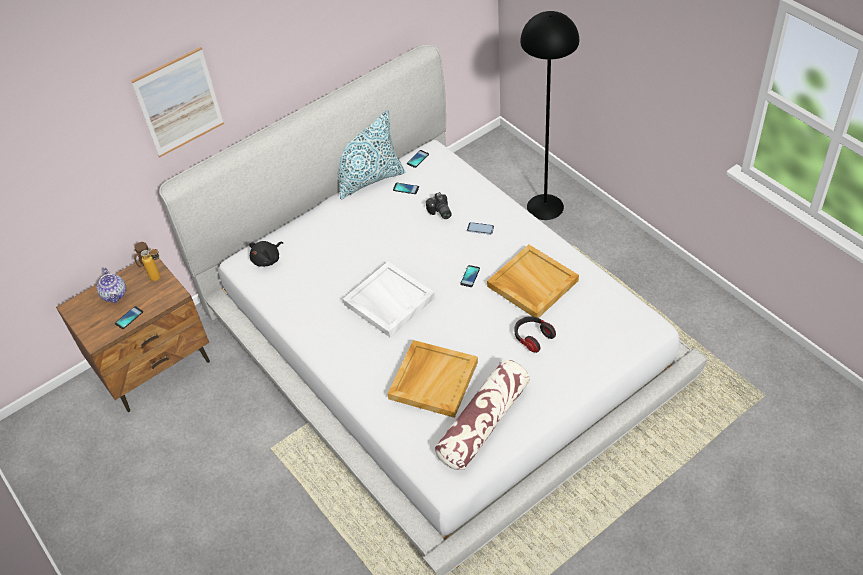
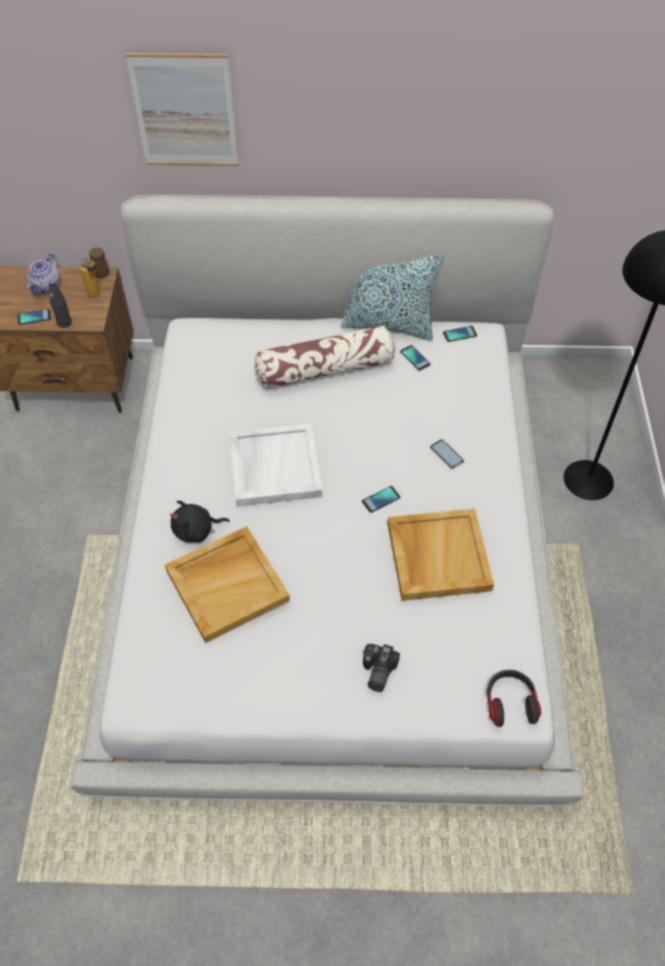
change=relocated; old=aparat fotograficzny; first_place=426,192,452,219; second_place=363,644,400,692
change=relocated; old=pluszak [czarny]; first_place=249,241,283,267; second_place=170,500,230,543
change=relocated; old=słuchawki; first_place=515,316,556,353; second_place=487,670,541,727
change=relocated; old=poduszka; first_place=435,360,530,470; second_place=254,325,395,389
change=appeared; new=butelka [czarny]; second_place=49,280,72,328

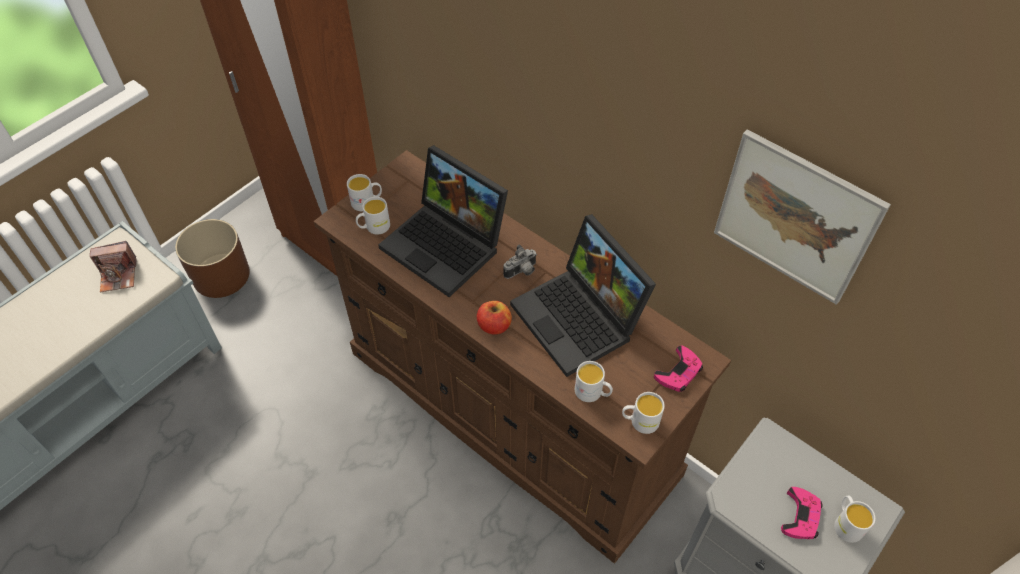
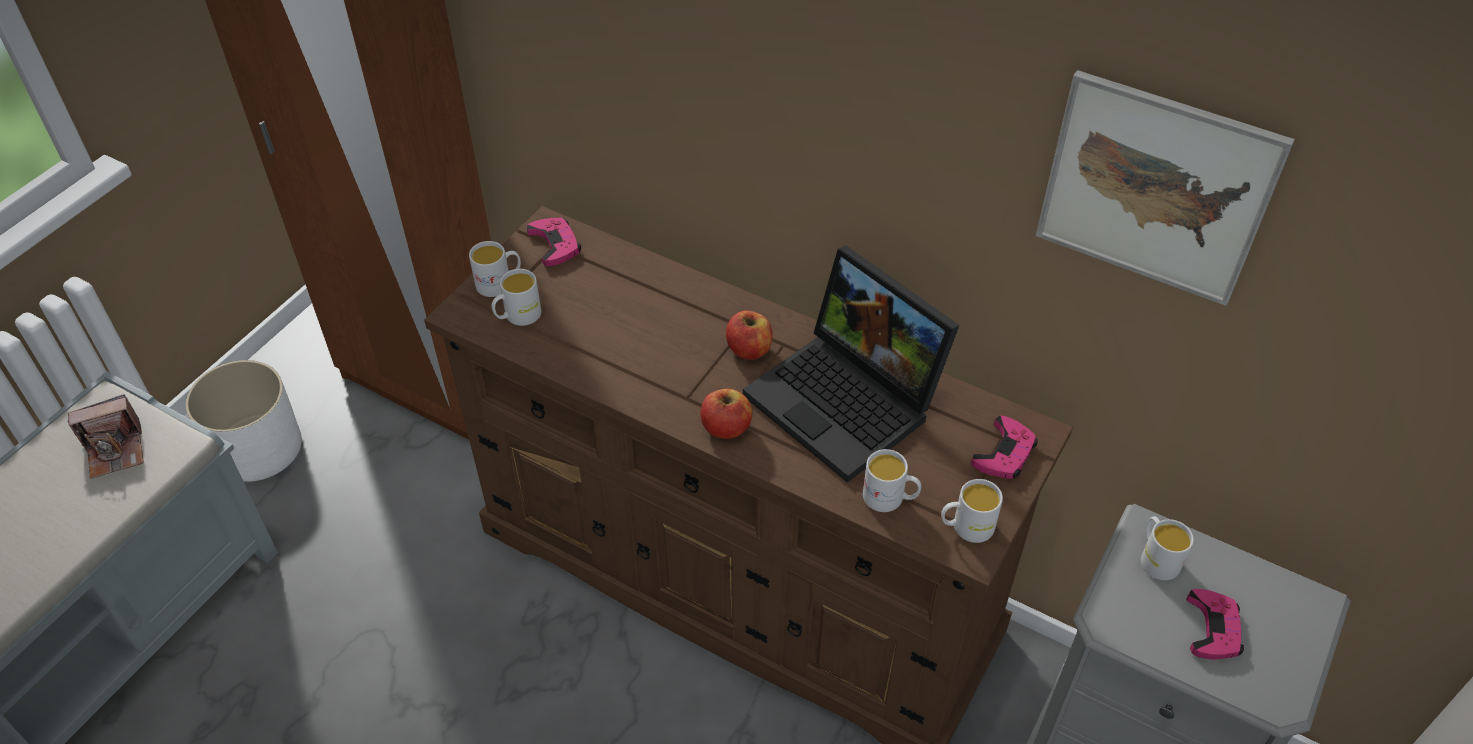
change=missing; old=laptop; first_place=378,145,508,297
change=colour; old=donica [brązowy]; new=donica [biały]; first_place=175,219,250,298; second_place=185,360,302,482
change=exchanged; old=aparat fotograficzny; new=jabłko; first_place=503,245,537,279; second_place=726,311,773,360
change=relocated; old=kubek [biały]; first_place=834,496,876,543; second_place=1141,517,1194,580
change=appeared; new=pad do gier [różowy]; second_place=527,218,581,266

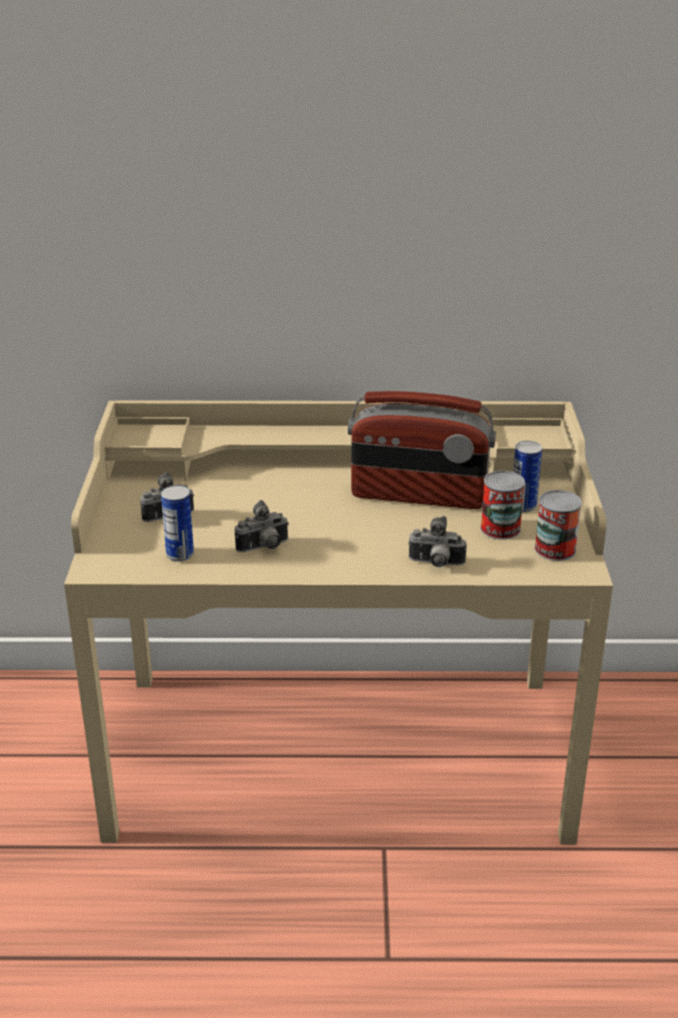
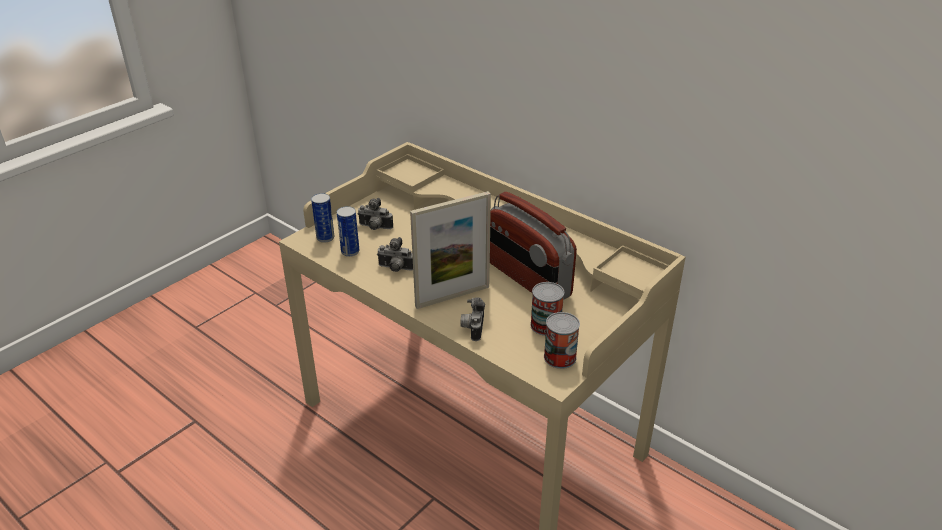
change=relocated; old=puszka; first_place=513,441,542,513; second_place=311,193,334,243
change=spun; old=aparat fotograficzny; first_place=408,516,467,567; second_place=460,297,485,341; degrees=45
change=appeared; new=ramka na zdjęcie; second_place=410,191,491,309

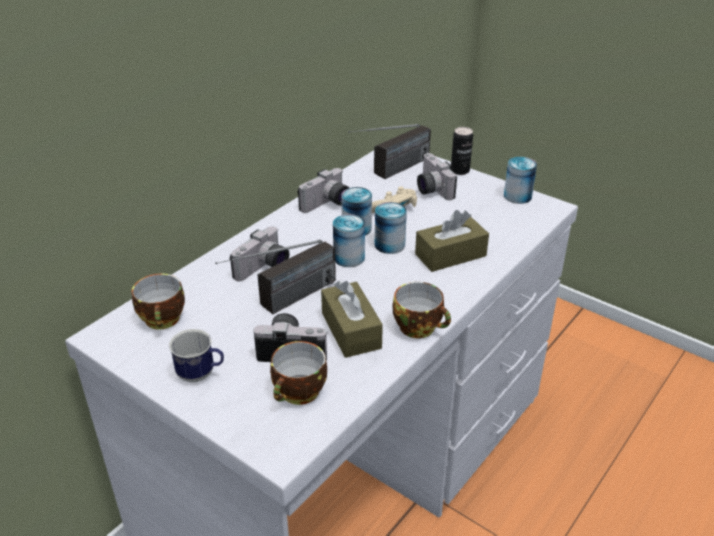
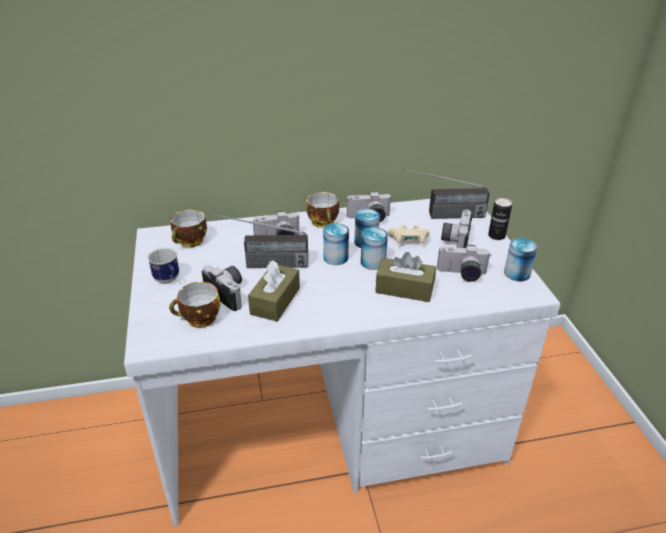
change=relocated; old=filiżanka; first_place=393,282,451,338; second_place=306,192,339,228
change=appeared; new=aparat fotograficzny; second_place=437,245,490,282

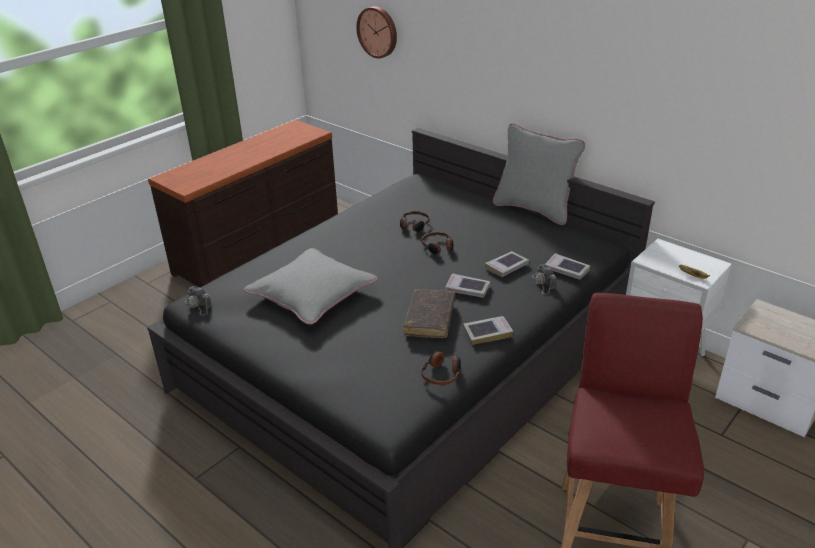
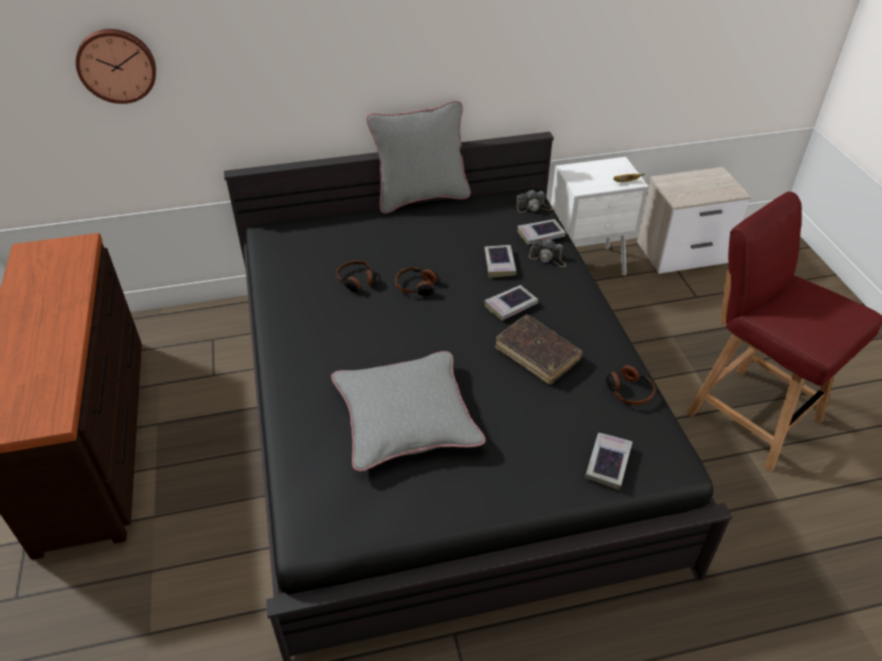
change=relocated; old=aparat fotograficzny; first_place=185,286,212,315; second_place=516,190,553,213
change=relocated; old=książka; first_place=463,316,513,345; second_place=585,433,633,490

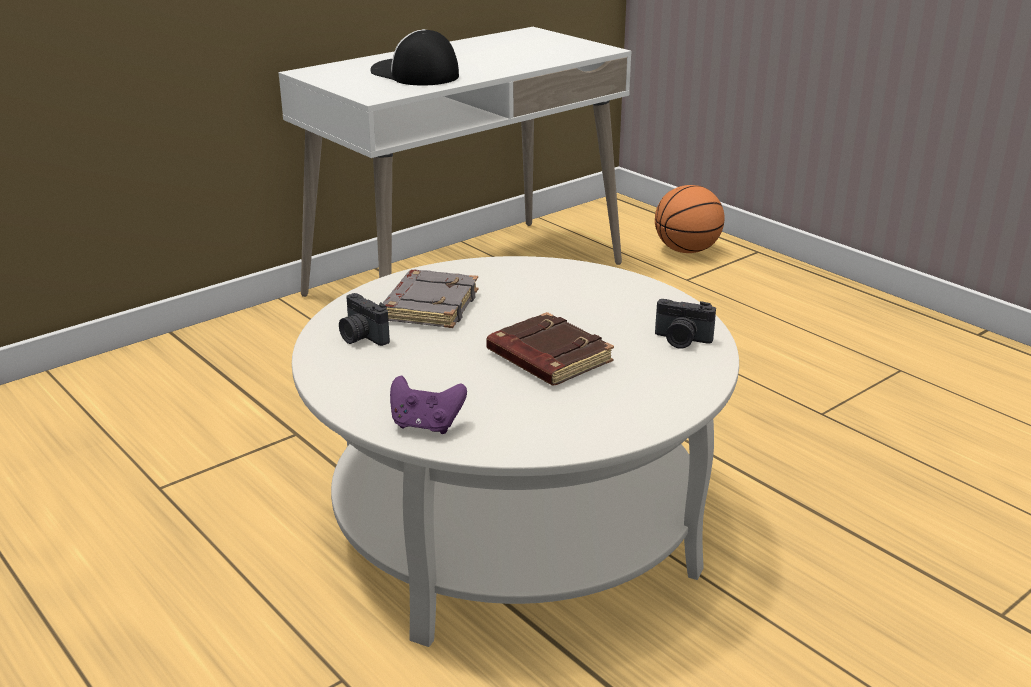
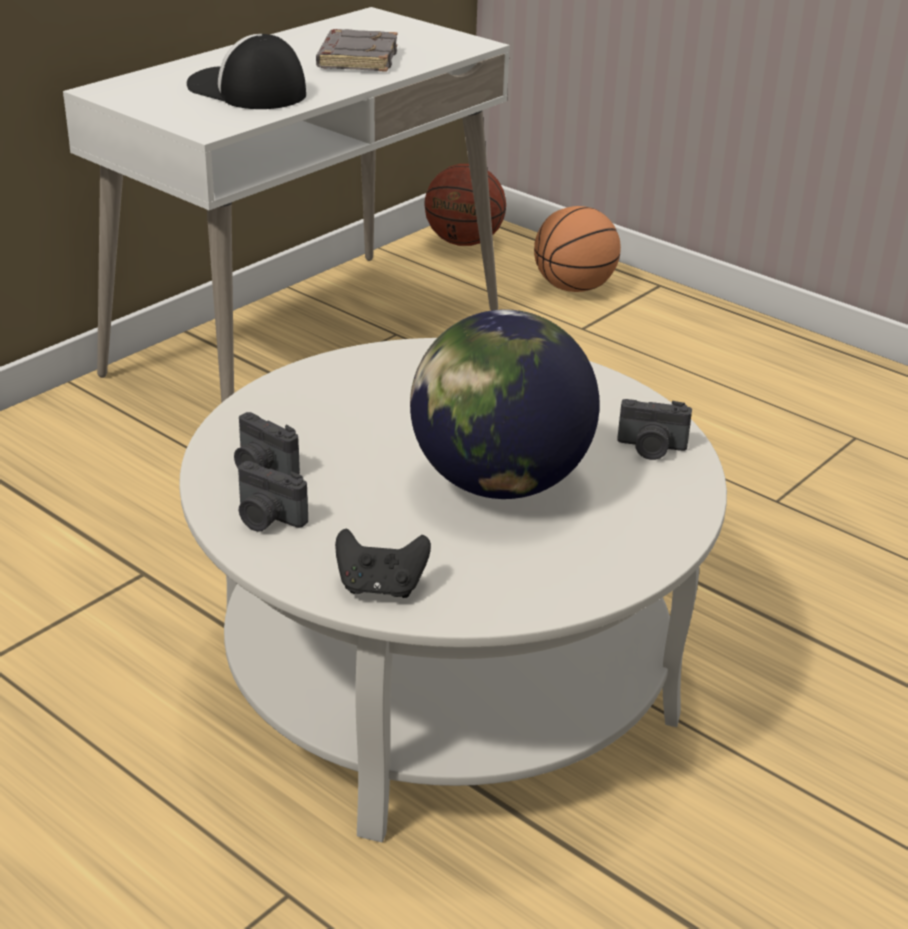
change=relocated; old=książka [szary]; first_place=383,270,478,328; second_place=316,29,397,72
change=exchanged; old=książka [brązowy]; new=globus; first_place=486,312,614,386; second_place=410,310,600,499
change=colour; old=pad do gier [fioletowy]; new=pad do gier [czarny]; first_place=390,376,467,434; second_place=335,529,431,598
change=appeared; new=piłka do koszykówki; second_place=425,164,506,246
change=appeared; new=aparat fotograficzny; second_place=238,461,308,532

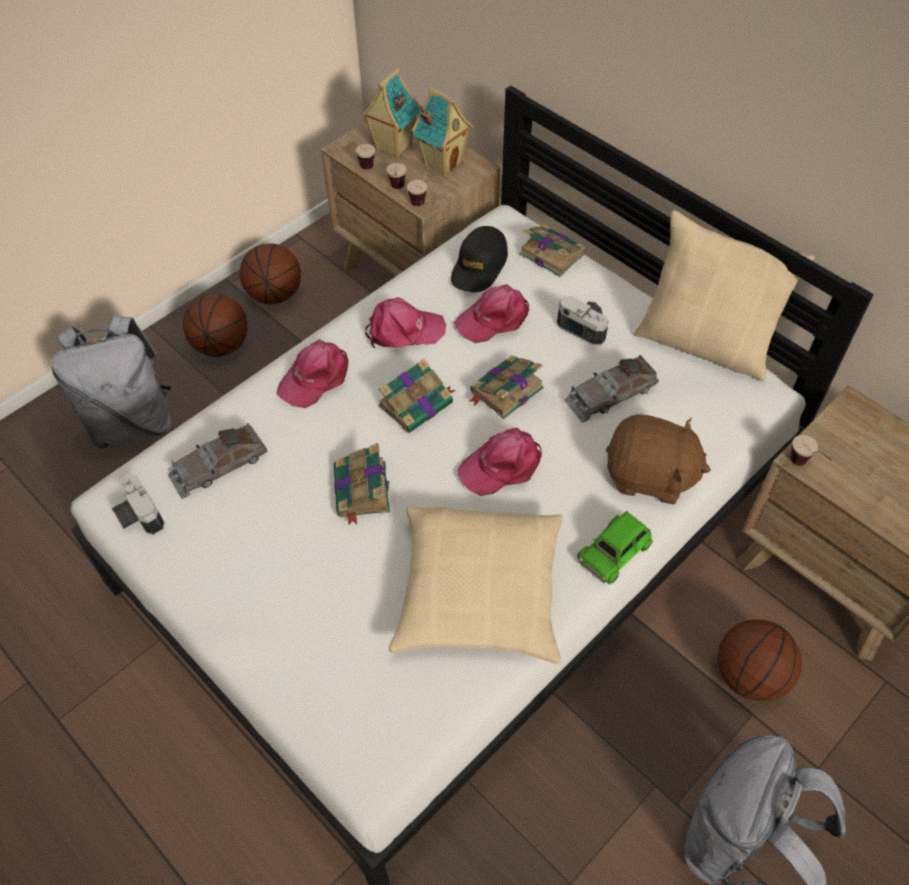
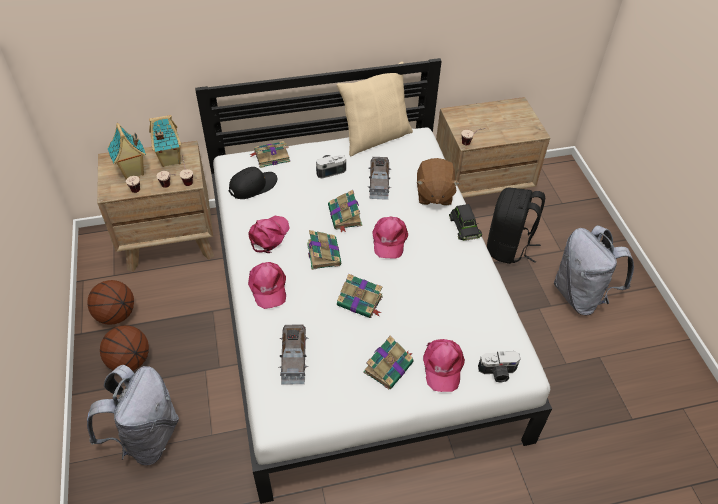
change=spun; old=czapka z daszkiem [czarny]; first_place=451,226,508,292; second_place=229,167,277,199; degrees=-90
change=relocated; old=czapka z daszkiem [różowy]; first_place=454,284,529,343; second_place=423,339,465,392
change=spun; old=pluszak [brązowy]; first_place=606,414,711,504; second_place=417,158,460,205; degrees=135
change=relocated; old=aparat fotograficzny; first_place=112,473,164,535; second_place=478,351,520,383
change=missing; old=poduszka [beżowy]; first_place=389,506,563,664
change=colour; old=samochodzik [zielony]; new=samochodzik [czarny]; first_place=577,511,653,584; second_place=449,204,482,241
change=exchanged; old=piłka do koszykówki; new=plecak [czarny]; first_place=718,620,802,702; second_place=487,188,545,264
change=appeared; new=książka; second_place=363,336,414,389

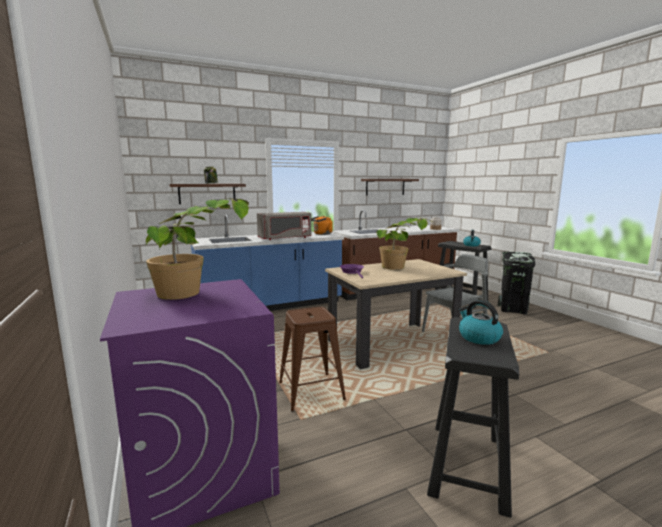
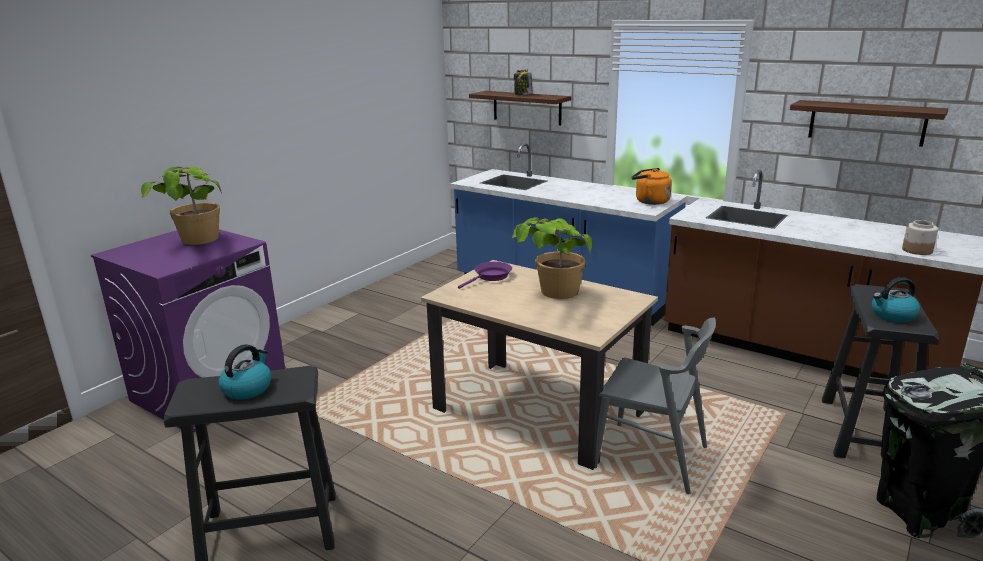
change=missing; old=mikrofalówka [szary]; first_place=257,212,311,240
change=missing; old=stołek [brązowy]; first_place=279,307,346,411

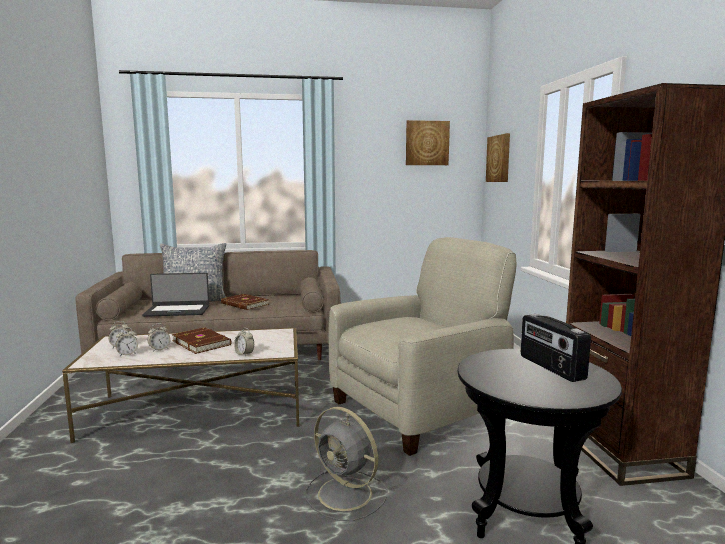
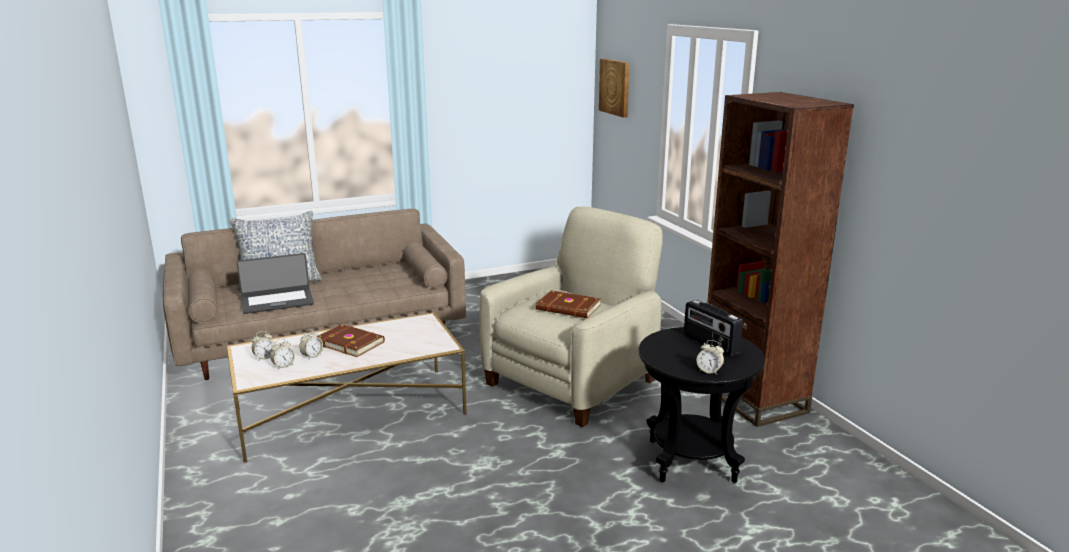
change=missing; old=obraz; first_place=406,120,450,165
change=relocated; old=książka [brązowy]; first_place=221,294,269,310; second_place=536,290,601,318
change=relocated; old=budzik; first_place=234,328,254,357; second_place=697,340,724,375
change=missing; old=wentylator [szary]; first_place=305,407,388,521

